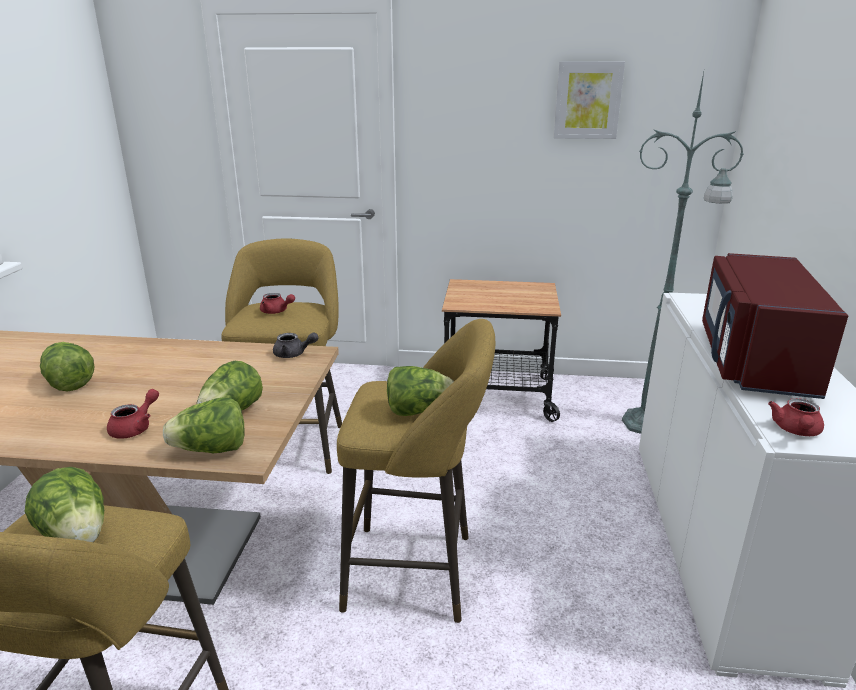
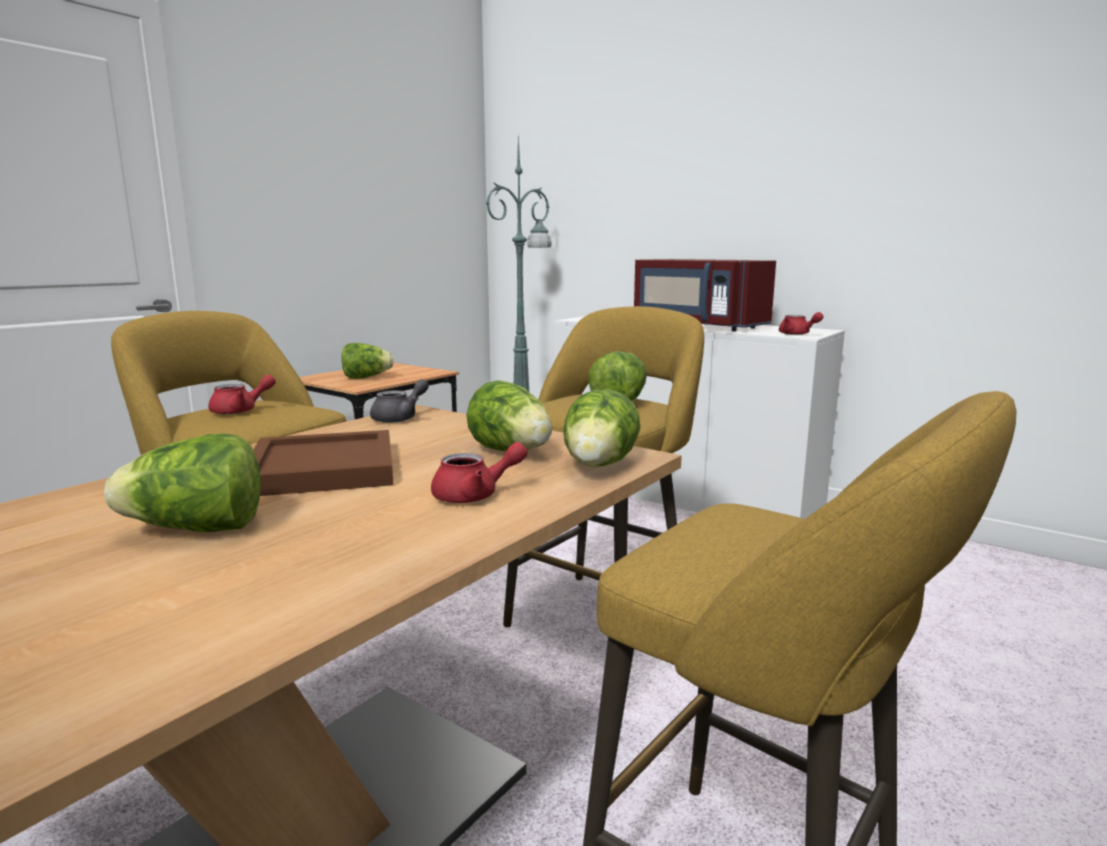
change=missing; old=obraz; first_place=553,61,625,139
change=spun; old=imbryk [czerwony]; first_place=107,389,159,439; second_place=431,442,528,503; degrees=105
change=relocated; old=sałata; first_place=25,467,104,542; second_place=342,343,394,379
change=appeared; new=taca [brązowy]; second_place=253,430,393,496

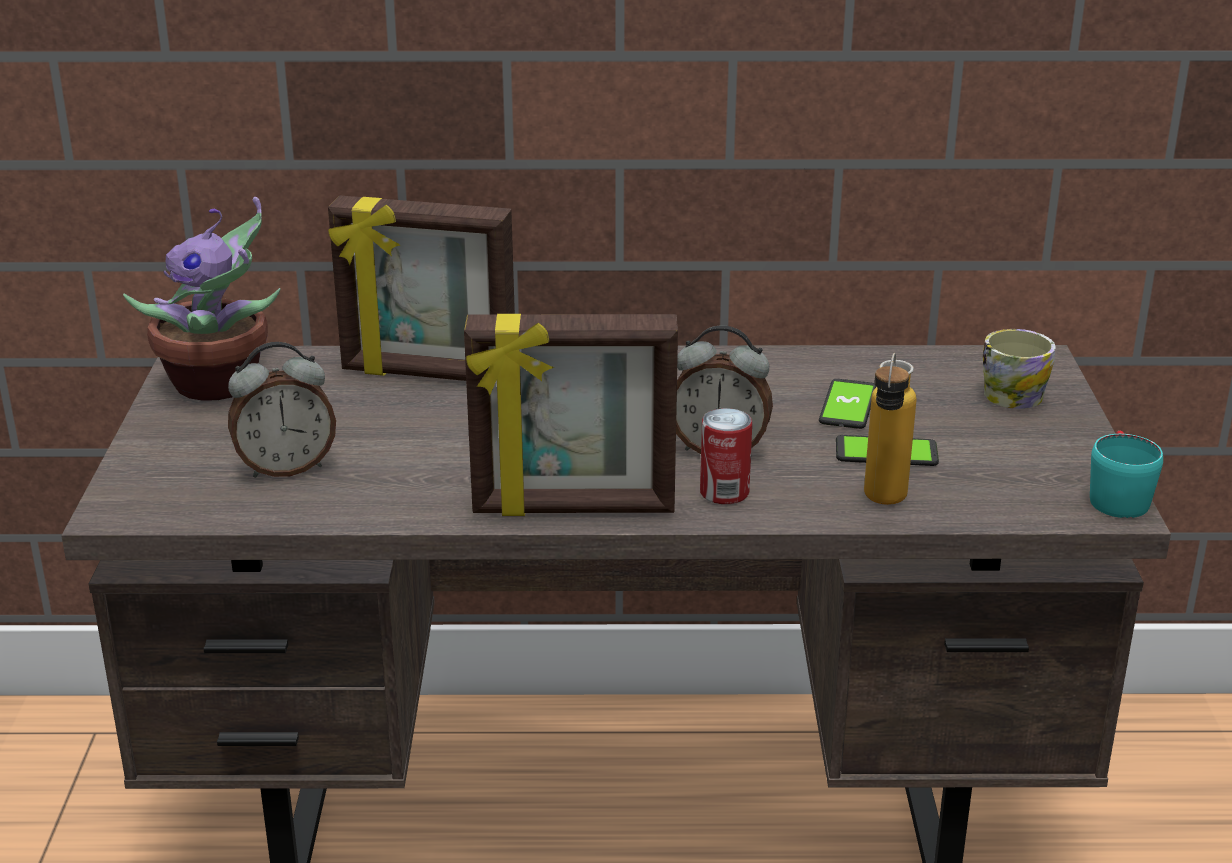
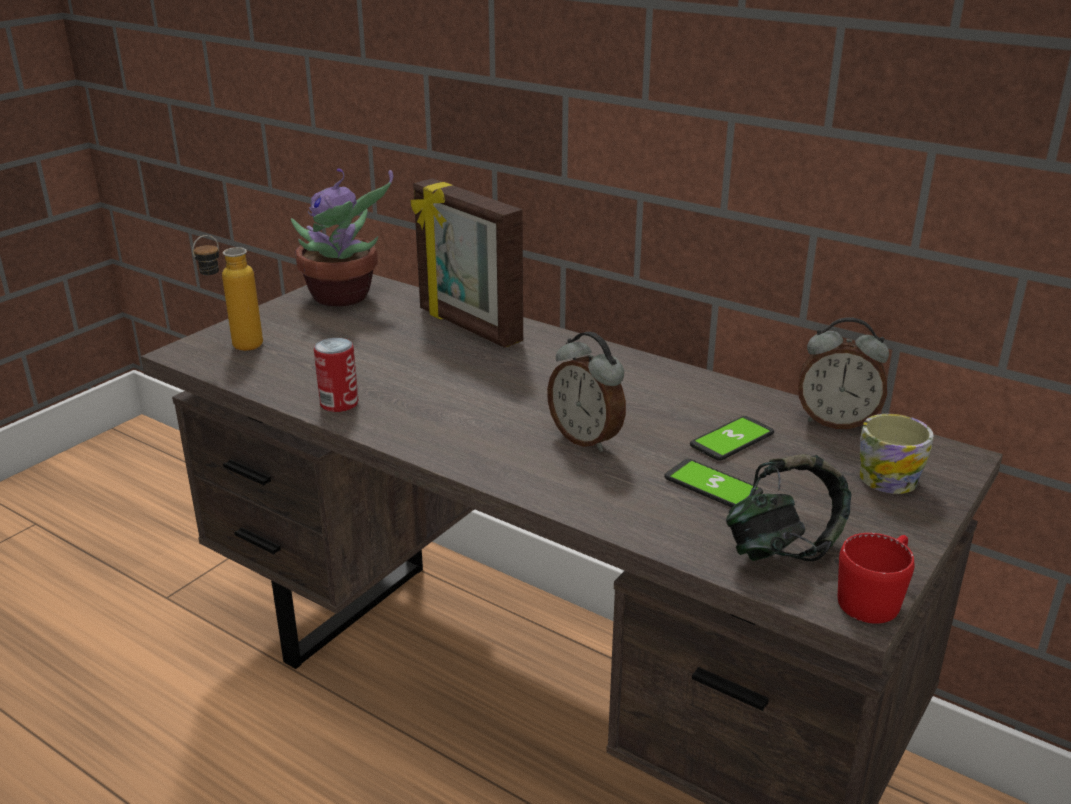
change=missing; old=ramka na zdjęcie; first_place=464,314,678,516
change=relocated; old=budzik; first_place=228,342,336,478; second_place=798,318,889,429
change=relocated; old=butelka; first_place=864,353,917,505; second_place=192,235,263,351
change=relocated; old=puszka; first_place=700,408,752,504; second_place=314,338,358,412
change=colour; old=kubek [turkusowy]; new=kubek [czerwony]; first_place=1090,431,1163,518; second_place=838,533,914,624
change=appeared; new=słuchawki; second_place=726,454,851,561

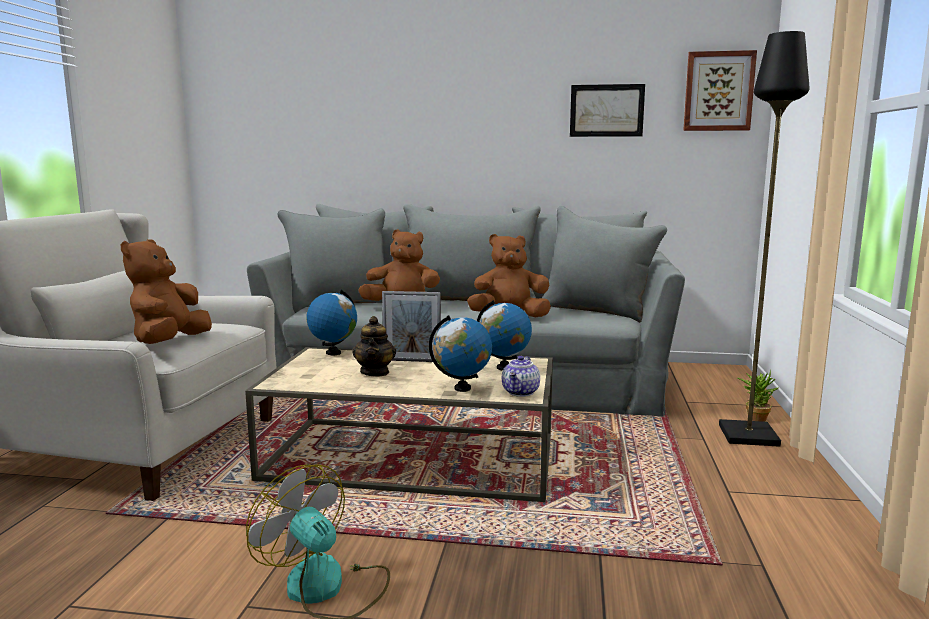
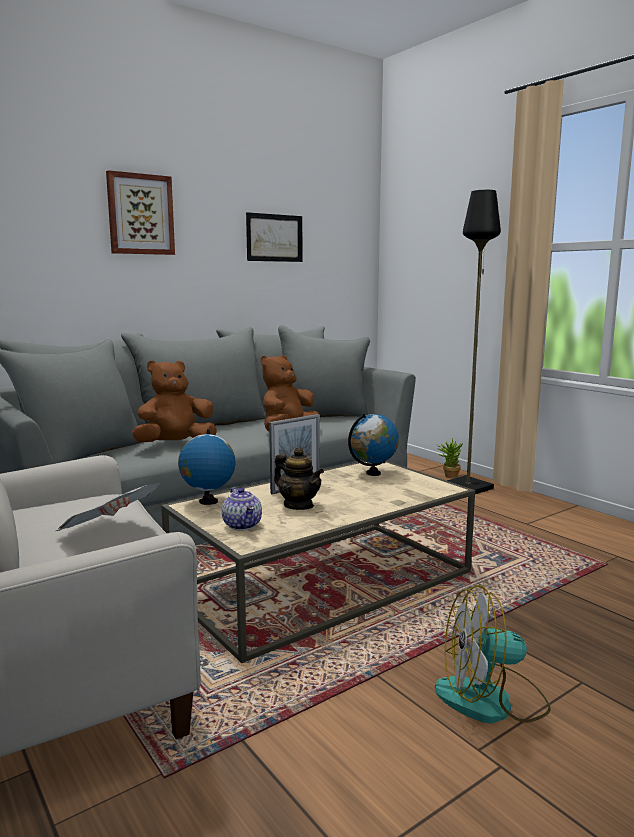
change=relocated; old=obraz; first_place=683,50,757,131; second_place=106,170,175,255
change=exchanged; old=pluszak [brązowy]; new=gazeta; first_place=121,239,212,344; second_place=56,483,161,531
change=missing; old=globus; first_place=429,315,492,392
change=relocated; old=imbryk; first_place=502,356,540,397; second_place=222,487,262,530

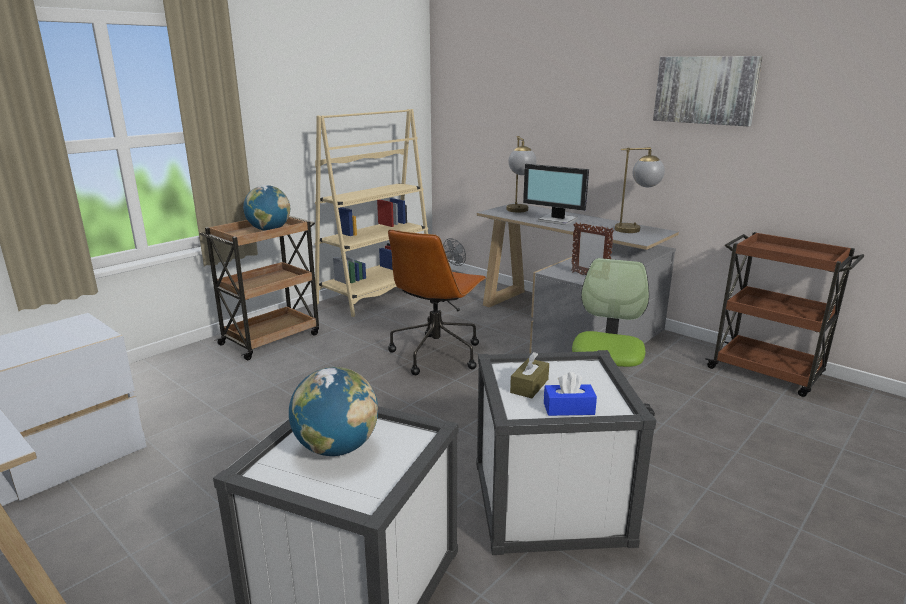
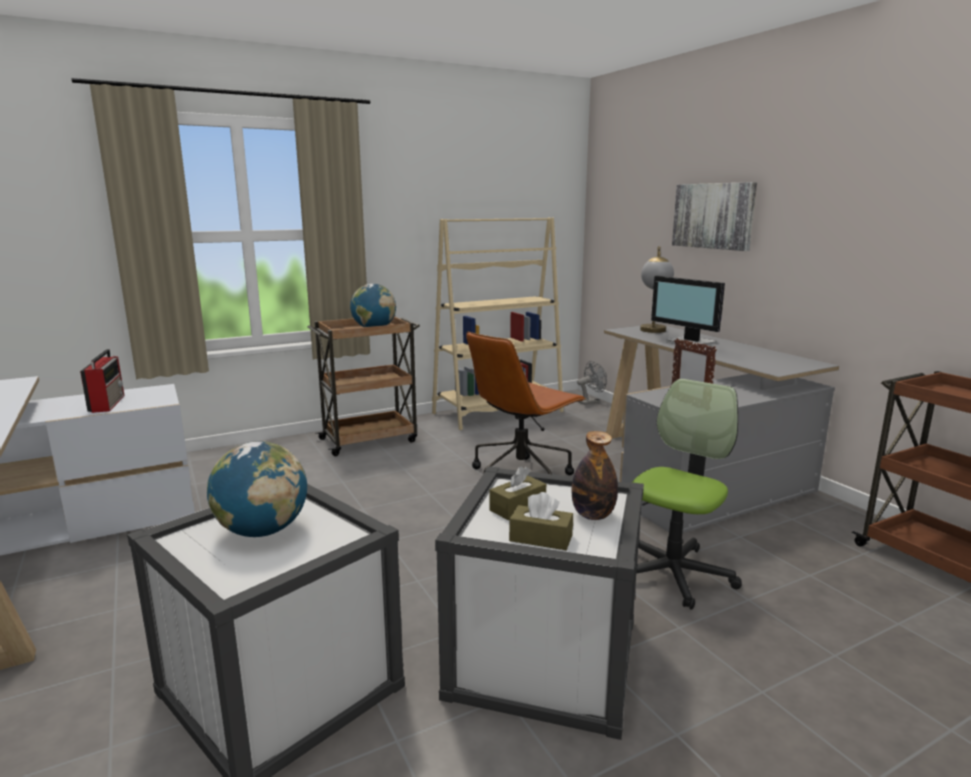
change=relocated; old=obraz; first_place=653,56,763,126; second_place=672,182,757,251
change=missing; old=lampa stołowa; first_place=615,147,665,233
change=colour; old=pudełko chusteczek [niebieski]; new=pudełko chusteczek [brązowy]; first_place=544,372,597,416; second_place=509,492,573,550
change=appeared; new=radio; second_place=80,349,124,413
change=appeared; new=butelka; second_place=572,431,618,520

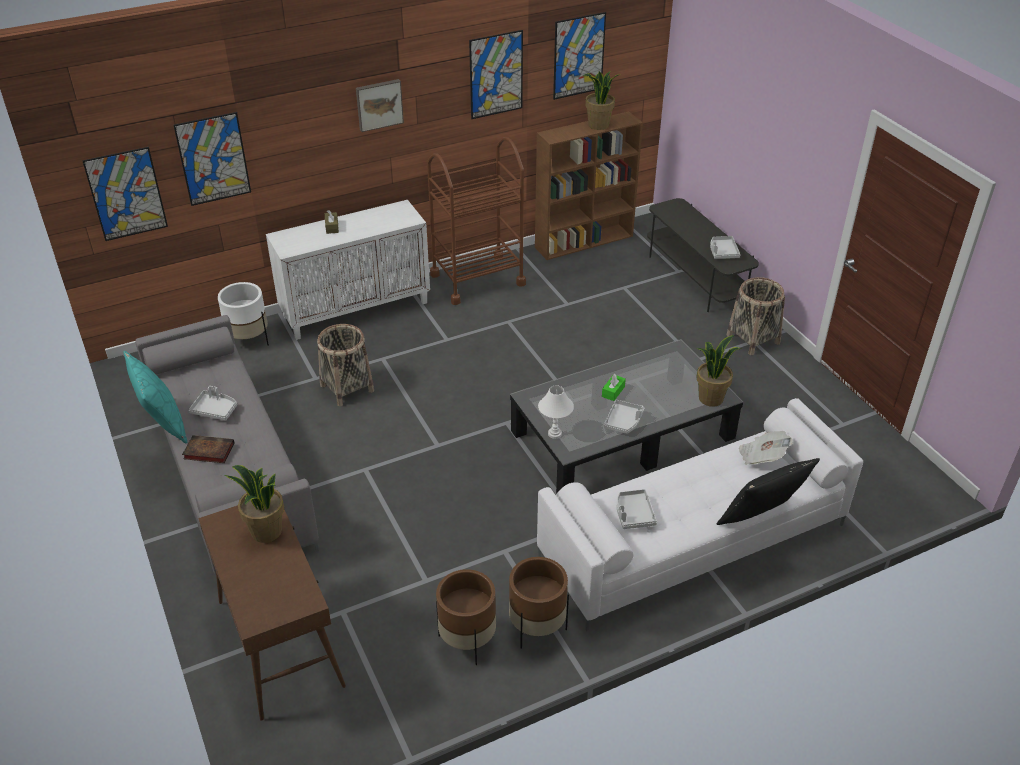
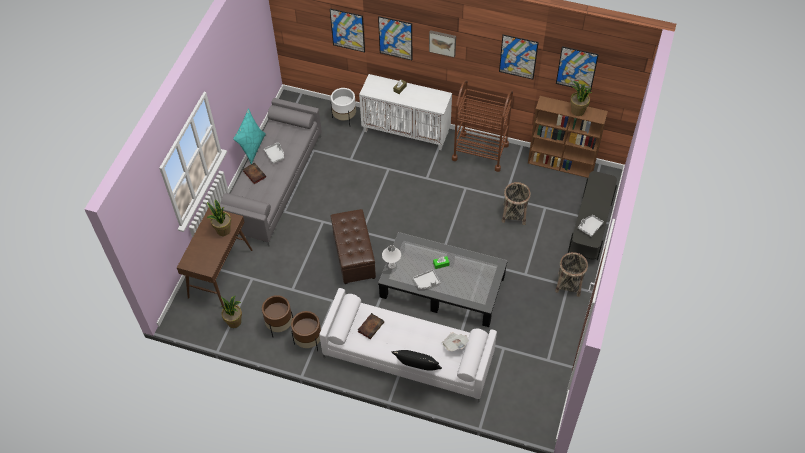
change=relocated; old=obraz; first_place=82,147,168,241; second_place=378,16,412,60
change=relocated; old=koszyk; first_place=317,324,374,406; second_place=502,182,531,225
change=relocated; old=roślina doniczkowa; first_place=696,335,741,407; second_place=220,296,242,328
change=exchanged; old=taca [szary]; new=książka; first_place=617,489,657,529; second_place=358,313,384,339
change=appeared; new=pufa [brązowy]; second_place=331,209,376,284

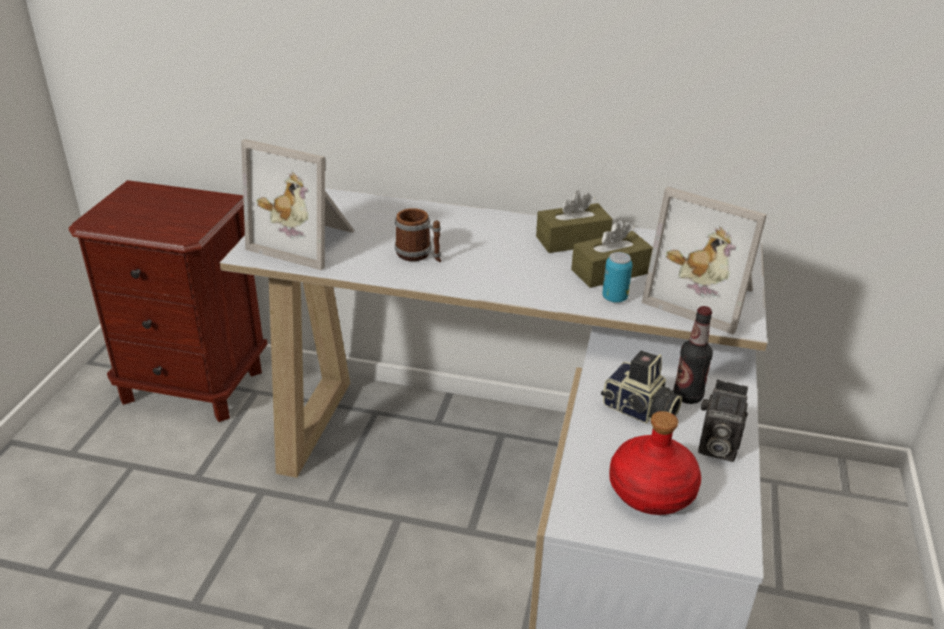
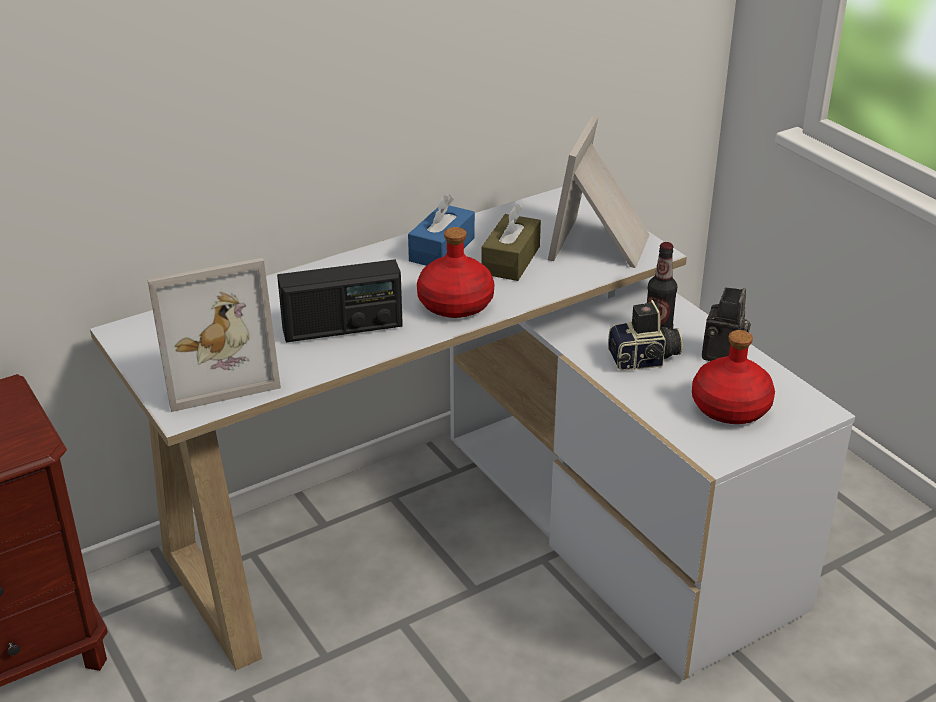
change=spun; old=ramka na zdjęcie; first_place=642,187,767,335; second_place=548,116,650,268; degrees=120
change=colour; old=pudełko chusteczek [brązowy]; new=pudełko chusteczek [niebieski]; first_place=536,190,613,253; second_place=408,194,475,266
change=exchanged; old=kubek; new=radio; first_place=395,208,441,262; second_place=277,259,403,342
change=missing; old=puszka; first_place=602,252,633,303
change=spun; old=aparat fotograficzny; first_place=698,380,748,462; second_place=702,287,751,361; degrees=-45
change=appeared; new=butelka [czerwony]; second_place=417,227,495,318

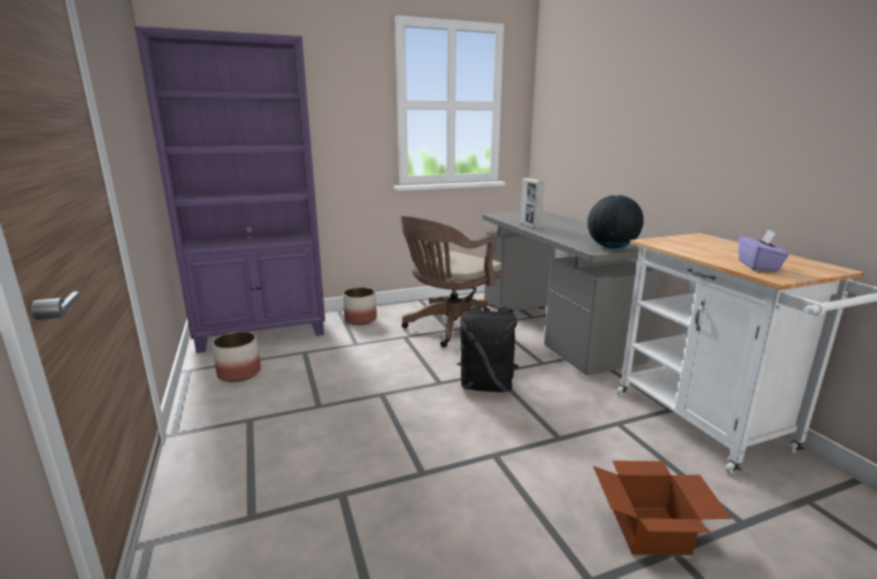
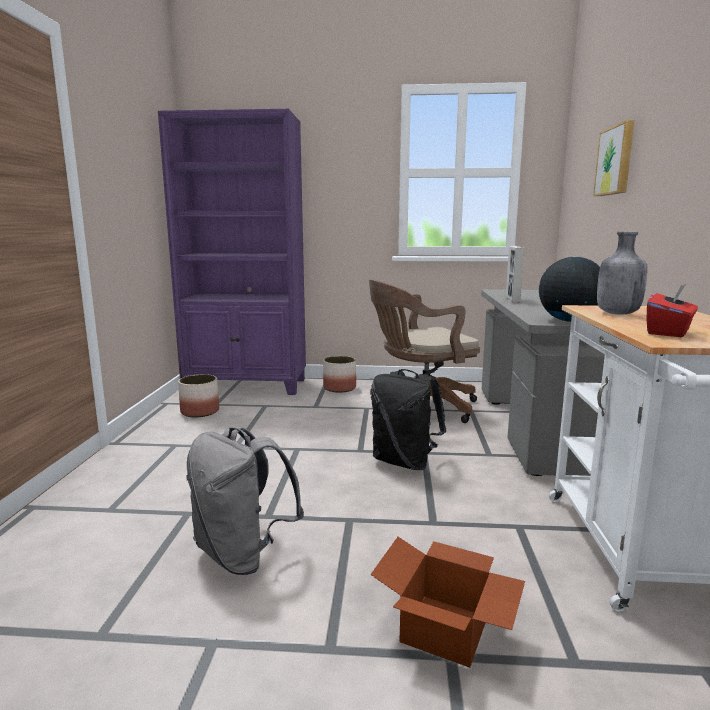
change=colour; old=pudełko chusteczek [fioletowy]; new=pudełko chusteczek [czerwony]; first_place=738,229,789,271; second_place=647,284,698,337
change=appeared; new=obraz; second_place=593,120,635,196
change=appeared; new=butelka [szary]; second_place=597,232,648,315
change=appeared; new=plecak [szary]; second_place=186,427,304,575

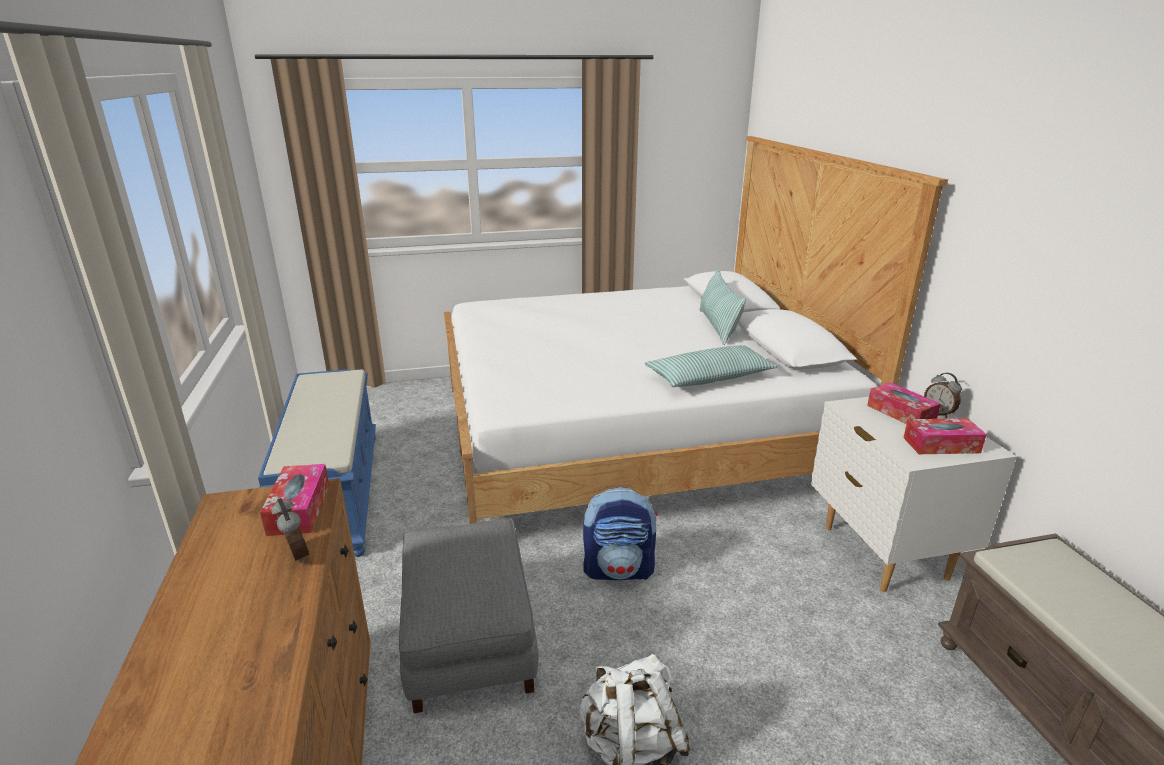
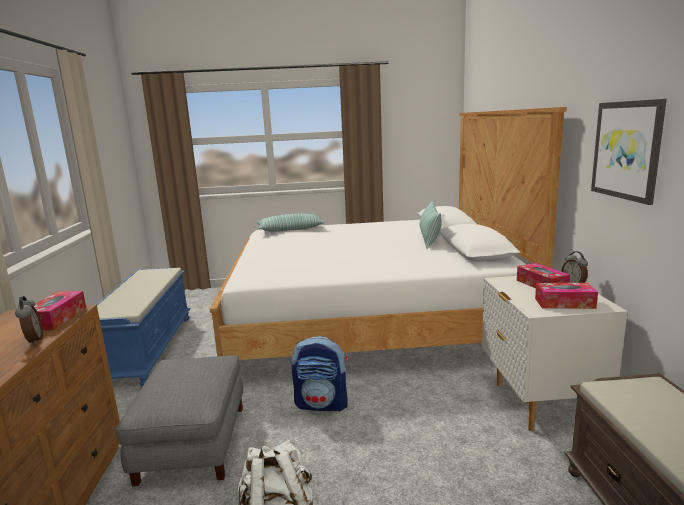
change=relocated; old=poduszka; first_place=645,345,778,387; second_place=257,213,325,232
change=appeared; new=obraz; second_place=591,99,667,205

